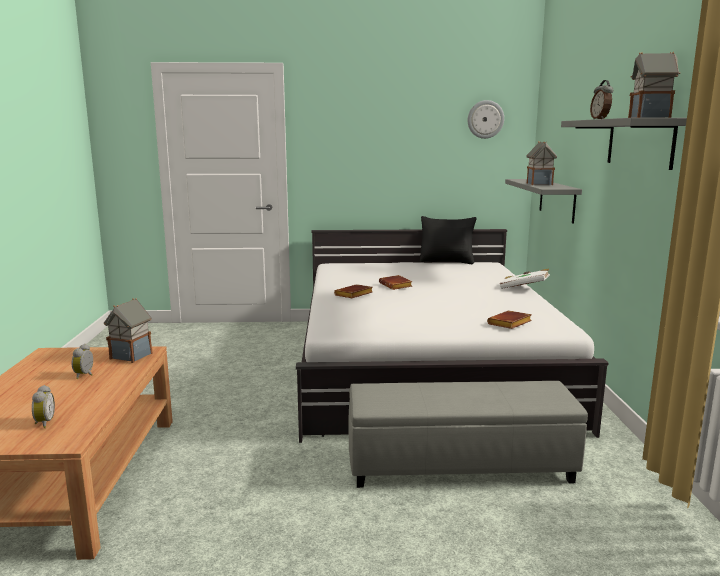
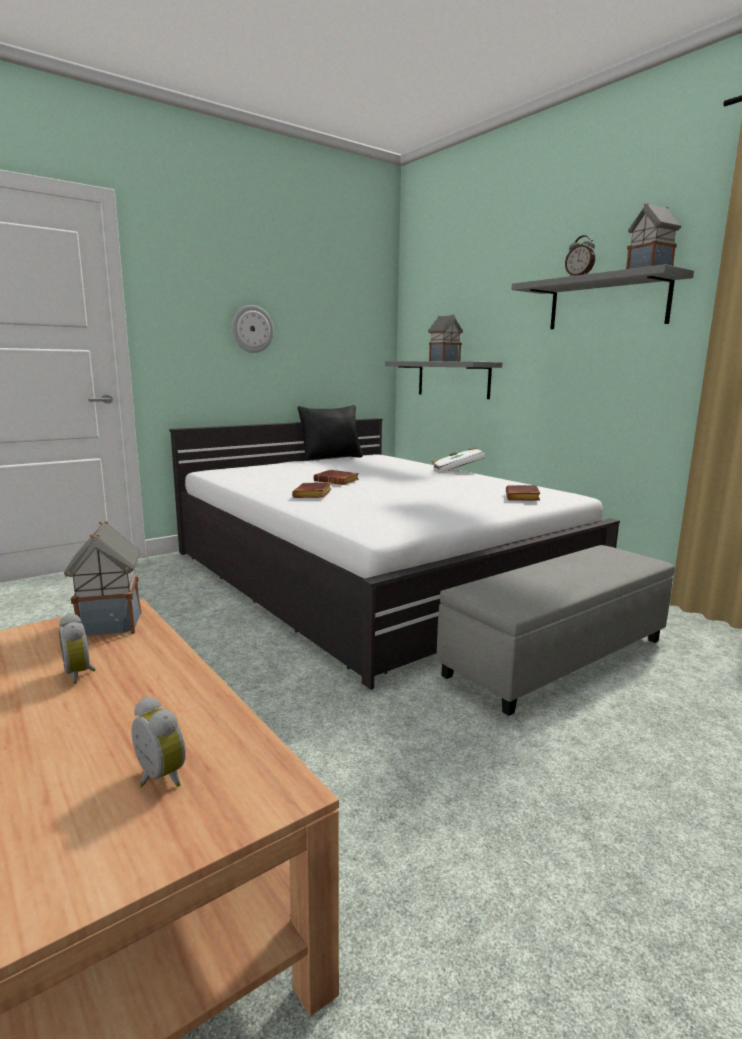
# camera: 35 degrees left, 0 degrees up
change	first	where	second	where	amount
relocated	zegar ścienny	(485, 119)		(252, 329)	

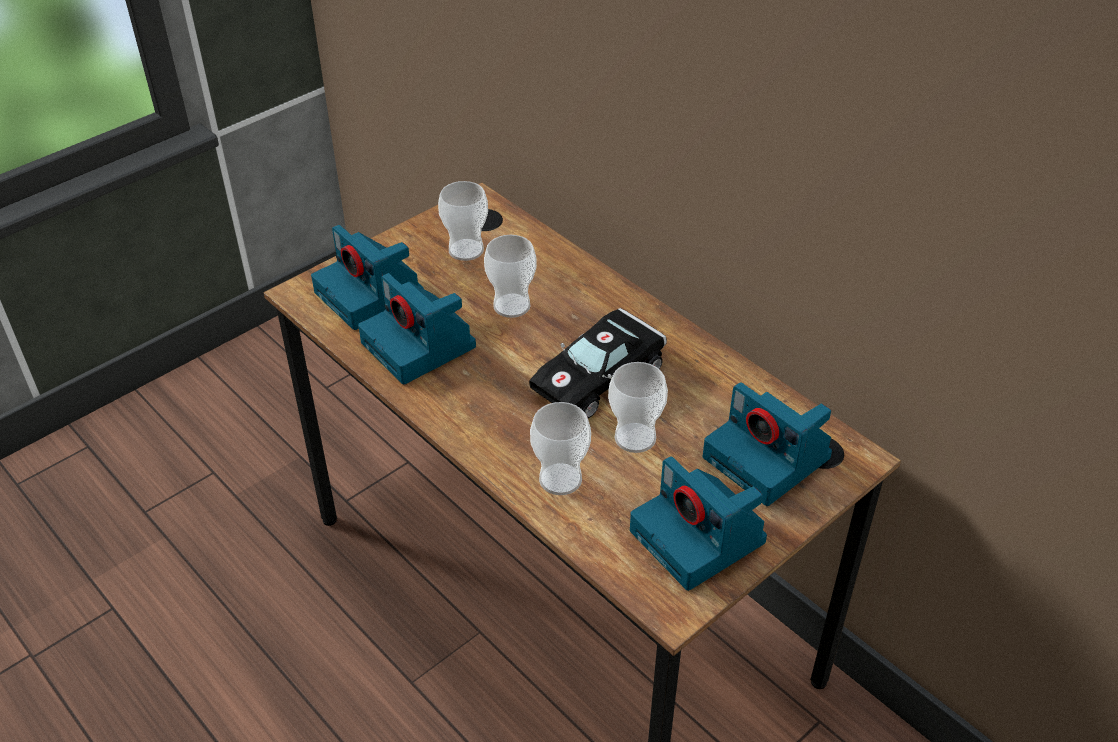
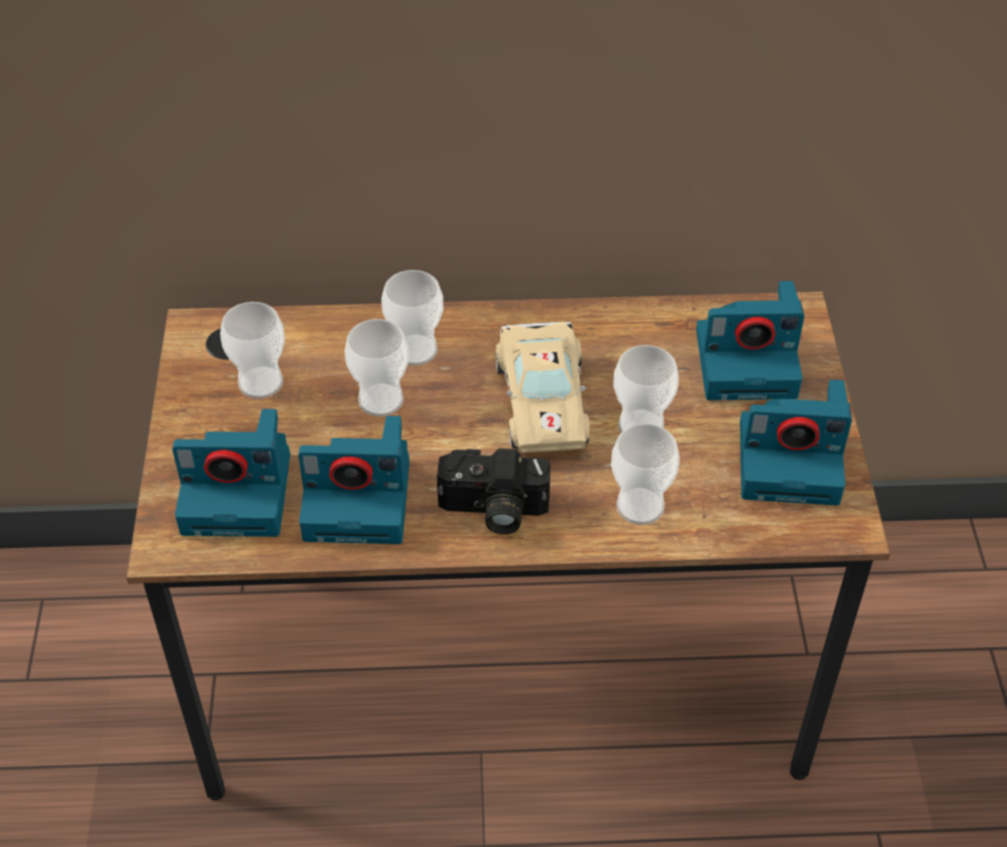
# camera: 50 degrees left, 5 degrees up
change	first	where	second	where	amount
appeared			filiżanka	(415, 350)	
appeared			aparat fotograficzny	(492, 510)	
colour	samochodzik (czarny)	(601, 375)	samochodzik (beżowy)	(542, 399)	

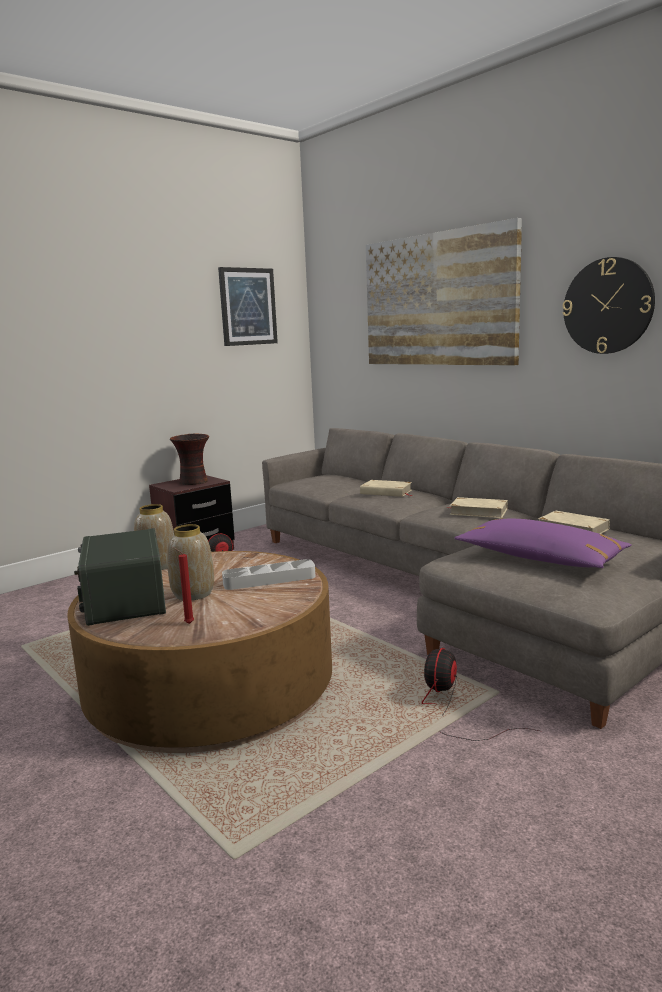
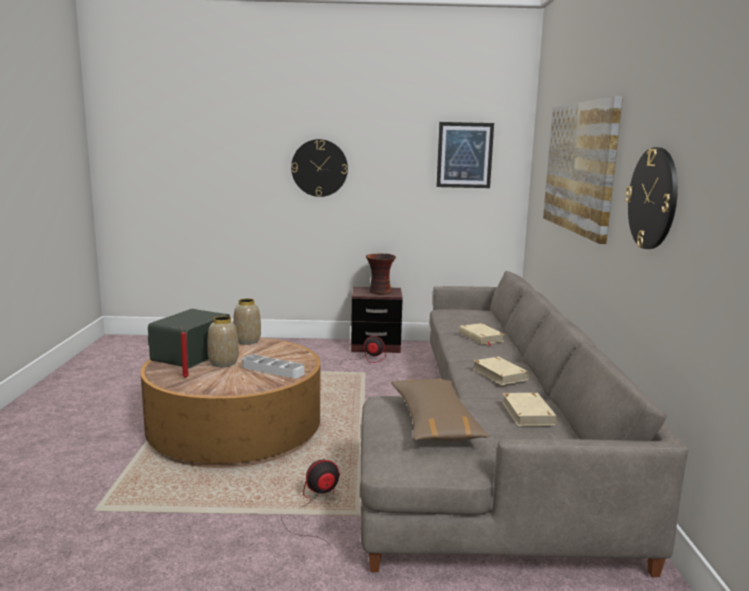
# camera: 40 degrees right, 0 degrees up
change	first	where	second	where	amount
appeared			zegar ścienny	(319, 168)	
colour	poduszka (fioletowy)	(539, 558)	poduszka (brązowy)	(434, 422)	

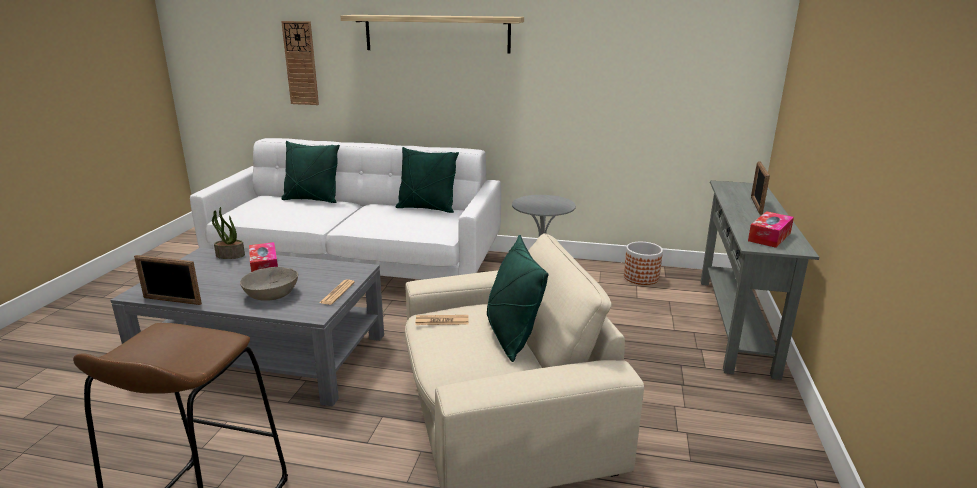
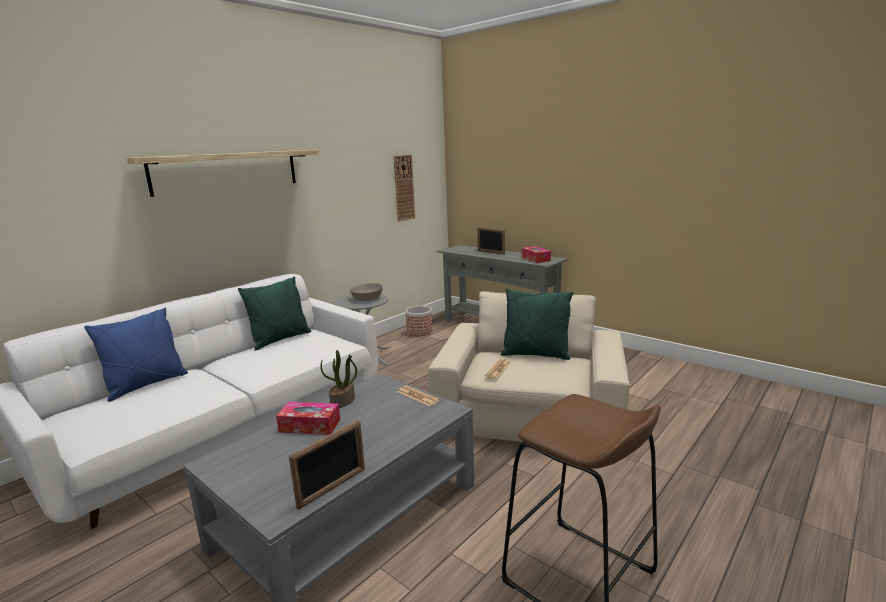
# camera: 60 degrees left, 5 degrees down
change	first	where	second	where	amount
colour	poduszka (zielony)	(312, 199)	poduszka (niebieski)	(146, 385)	
relocated	roślina doniczkowa	(230, 255)		(343, 401)	
relocated	miska (szary)	(271, 294)		(367, 298)	
relocated	zegar ścienny	(301, 63)		(404, 188)	

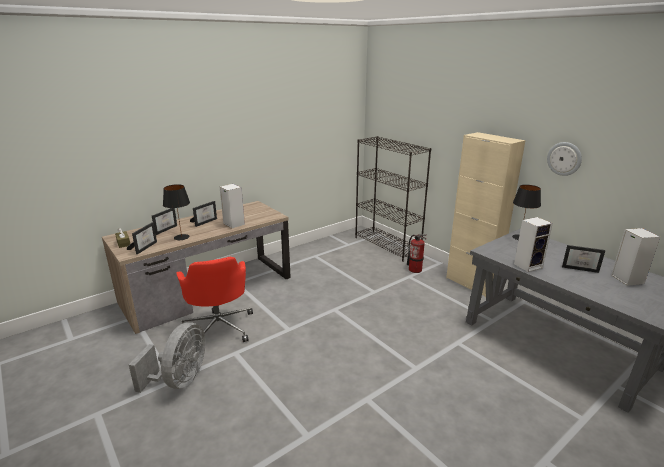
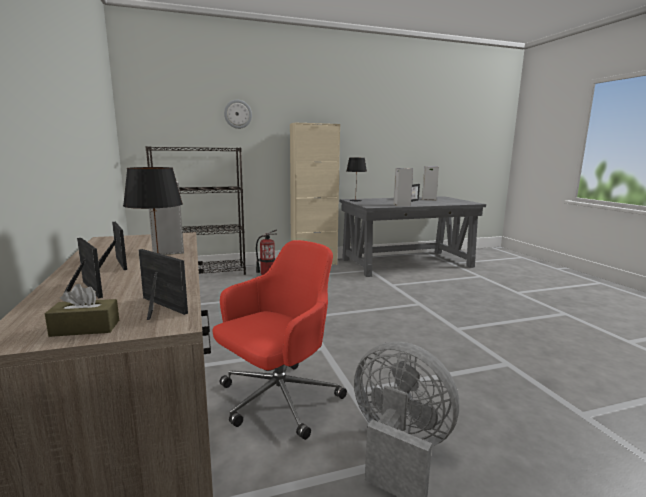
# camera: 70 degrees left, 10 degrees down
change	first	where	second	where	amount
spun	krzesło biurowe (czerwony)	(219, 327)		(277, 400)	45 degrees counterclockwise
relocated	zegar ścienny	(564, 158)		(238, 114)	

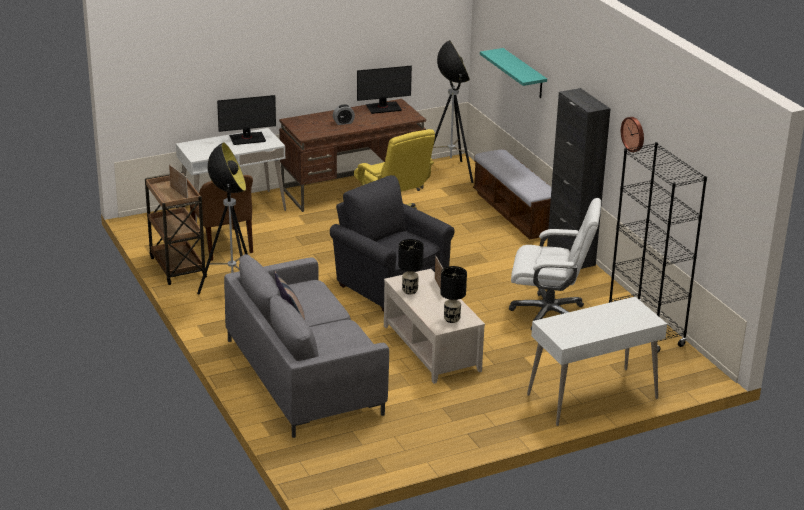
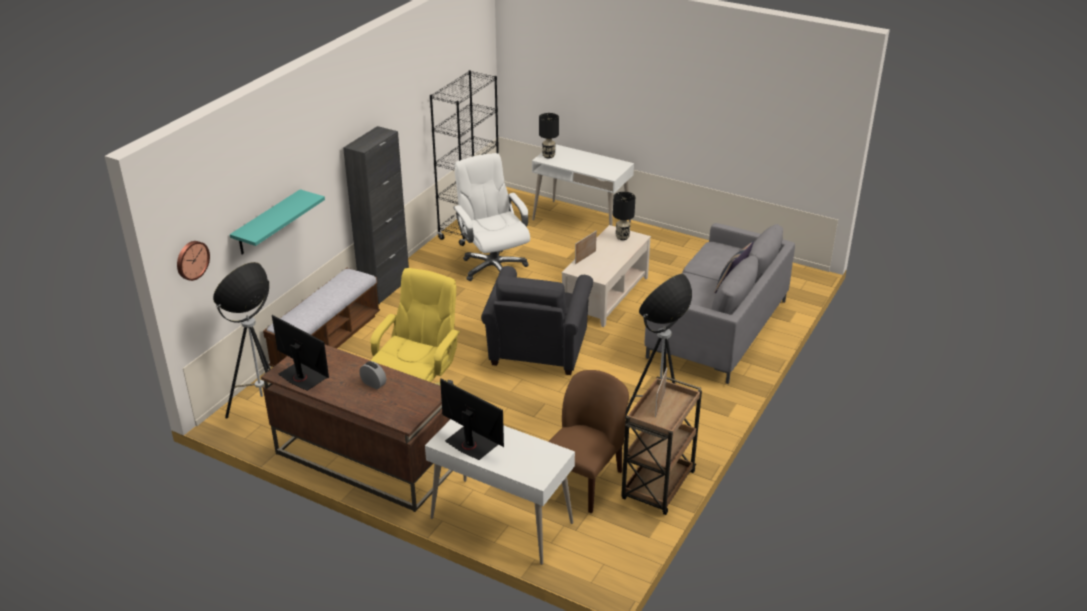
# camera: 125 degrees left, 5 degrees up
change	first	where	second	where	amount
relocated	zegar ścienny	(634, 134)		(191, 260)	
relocated	lampa stołowa (czarny)	(409, 291)		(549, 156)	

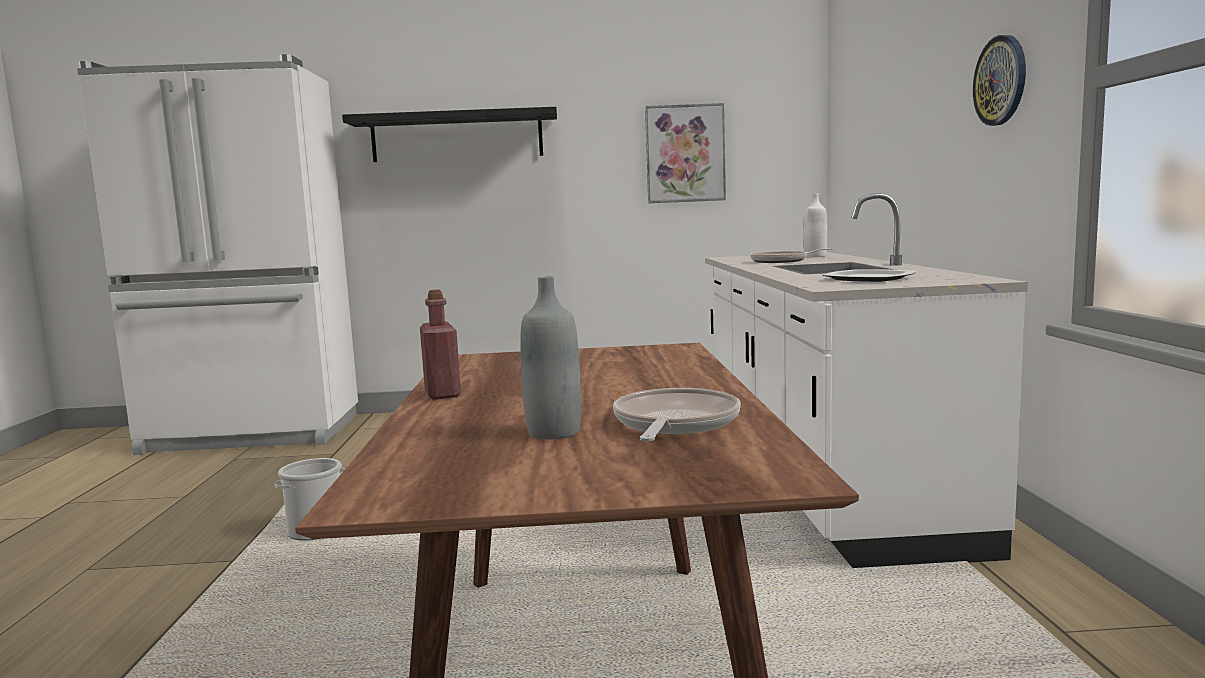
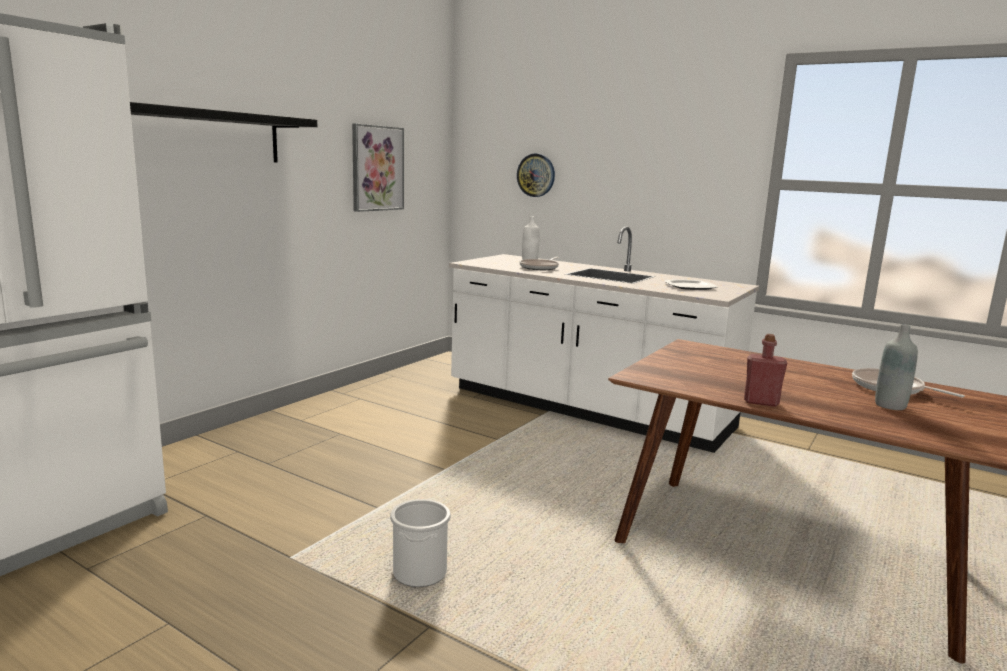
# camera: 55 degrees left, 5 degrees up
change	first	where	second	where	amount
relocated	zegar ścienny	(1001, 80)		(536, 175)	

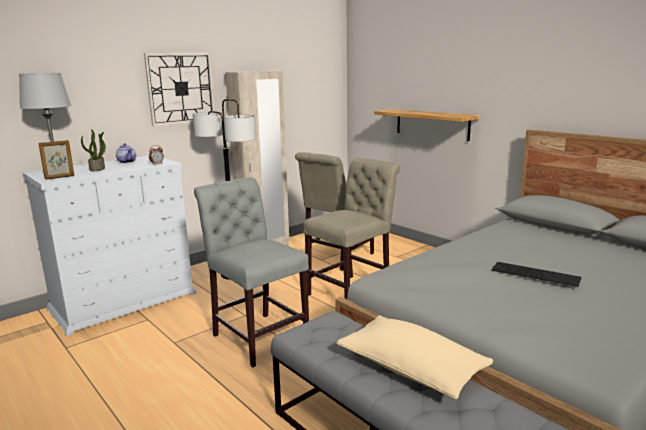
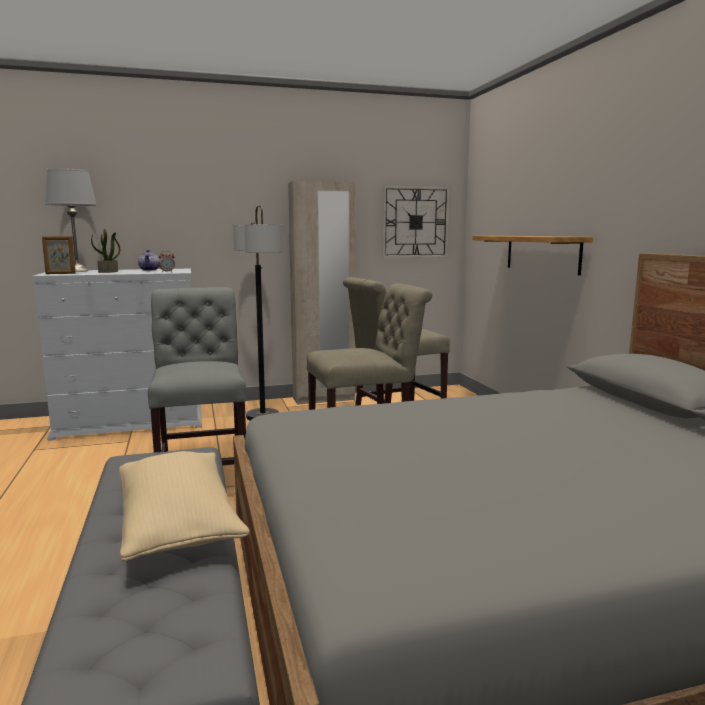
# camera: 25 degrees right, 5 degrees down
change	first	where	second	where	amount
relocated	zegar ścienny	(181, 88)		(415, 222)	
missing	klawiatura	(536, 273)			

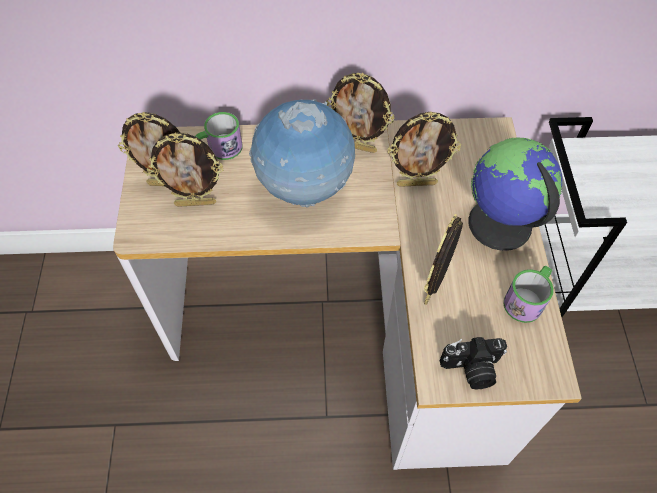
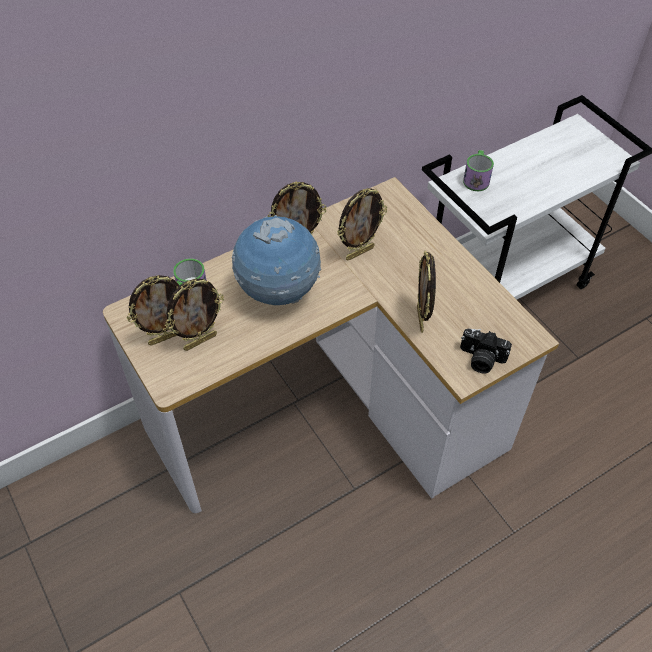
# camera: 30 degrees left, 5 degrees down
change	first	where	second	where	amount
spun	aparat fotograficzny	(472, 370)		(481, 359)	60 degrees clockwise
relocated	kubek	(527, 299)		(476, 178)	
missing	globus	(499, 224)			

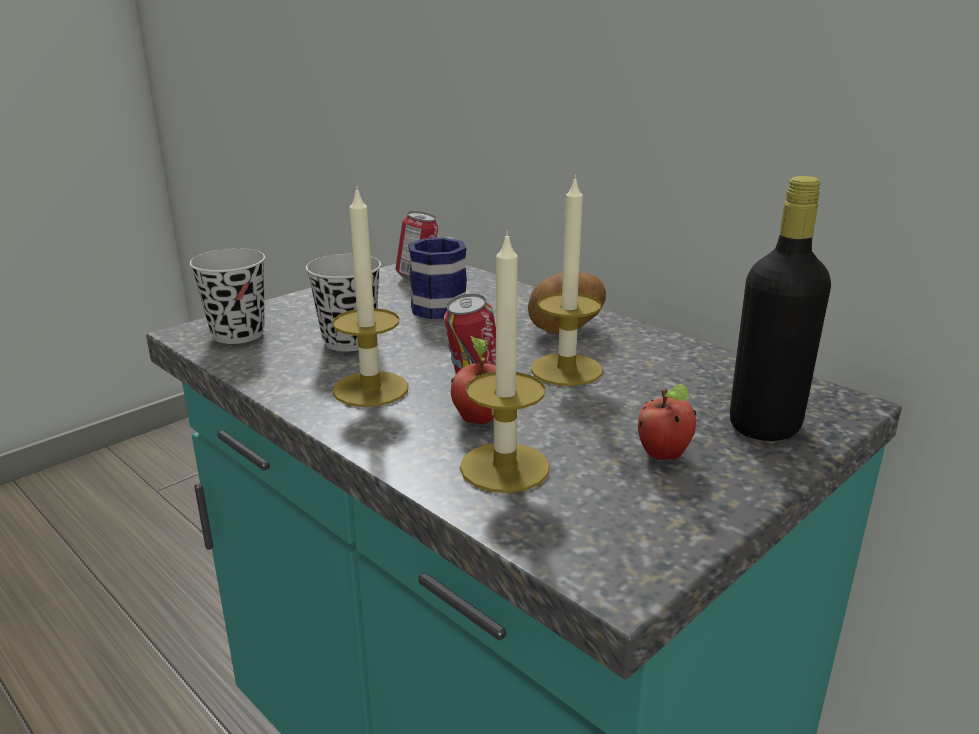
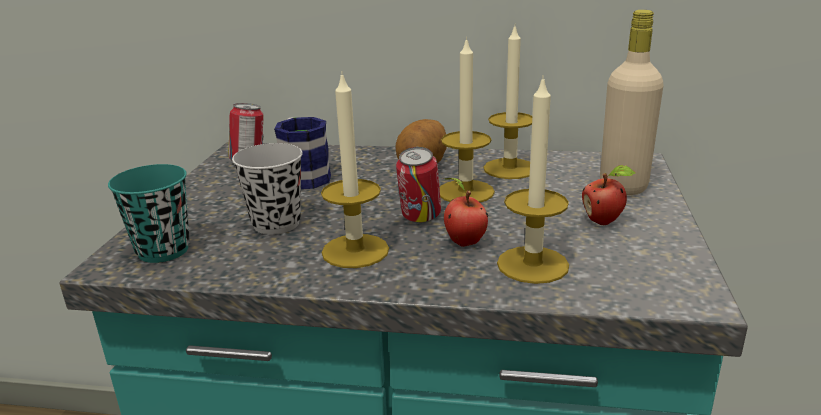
# camera: 35 degrees left, 0 degrees up
change	first	where	second	where	amount
colour	filiżanka (czarny)	(238, 334)	filiżanka (turkusowy)	(163, 250)	
appeared			świeca	(509, 168)	
colour	butelka (czarny)	(764, 426)	butelka (beżowy)	(623, 186)	

